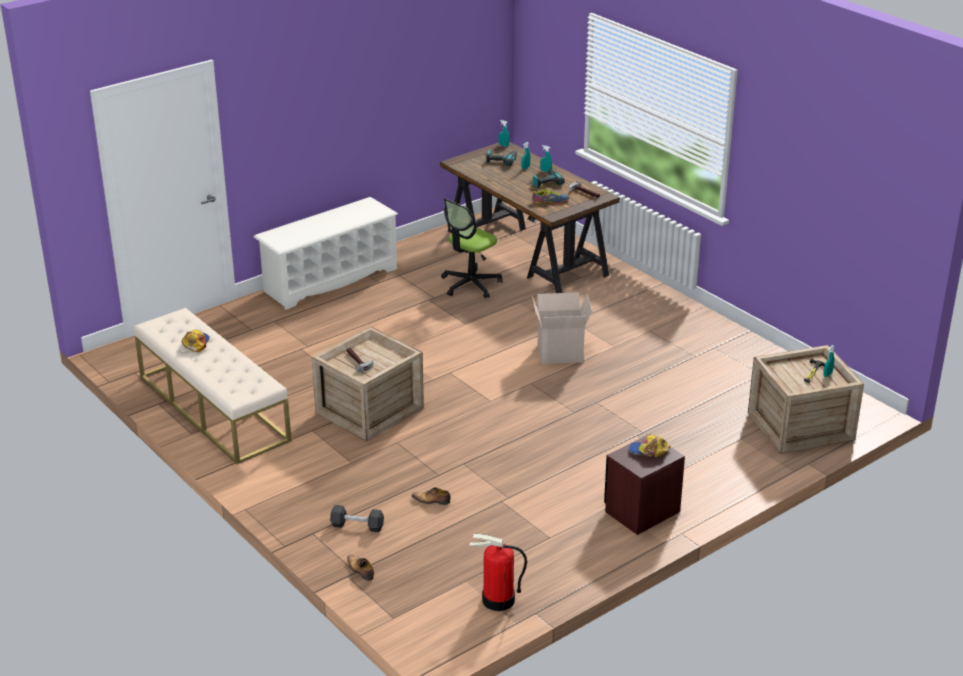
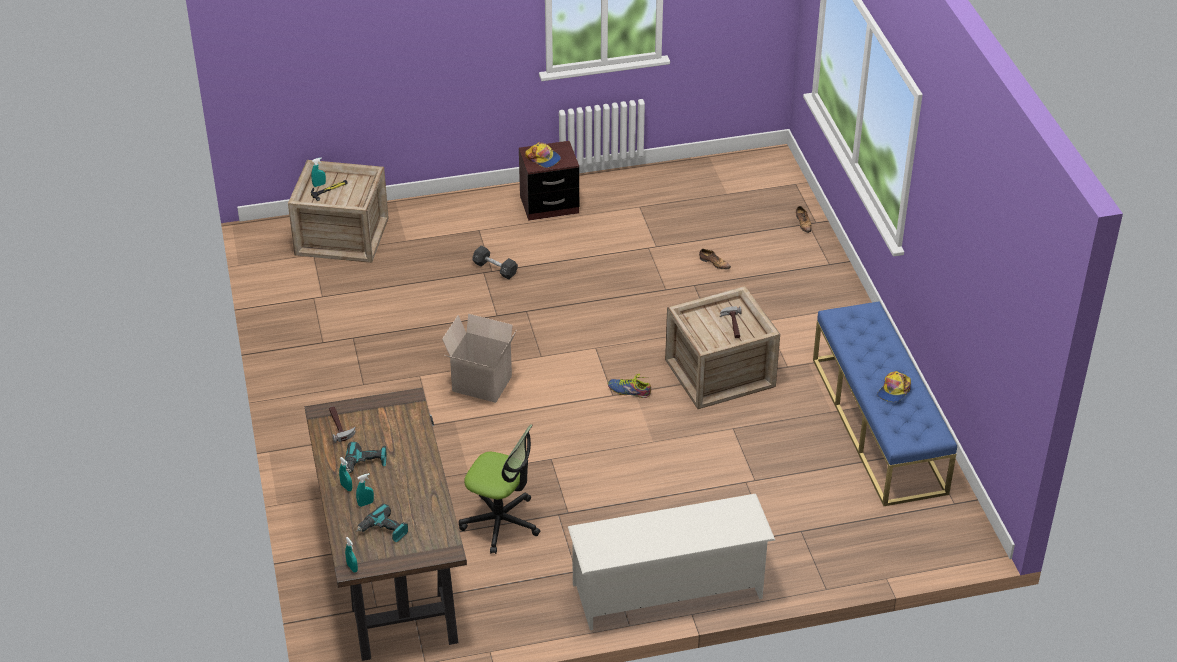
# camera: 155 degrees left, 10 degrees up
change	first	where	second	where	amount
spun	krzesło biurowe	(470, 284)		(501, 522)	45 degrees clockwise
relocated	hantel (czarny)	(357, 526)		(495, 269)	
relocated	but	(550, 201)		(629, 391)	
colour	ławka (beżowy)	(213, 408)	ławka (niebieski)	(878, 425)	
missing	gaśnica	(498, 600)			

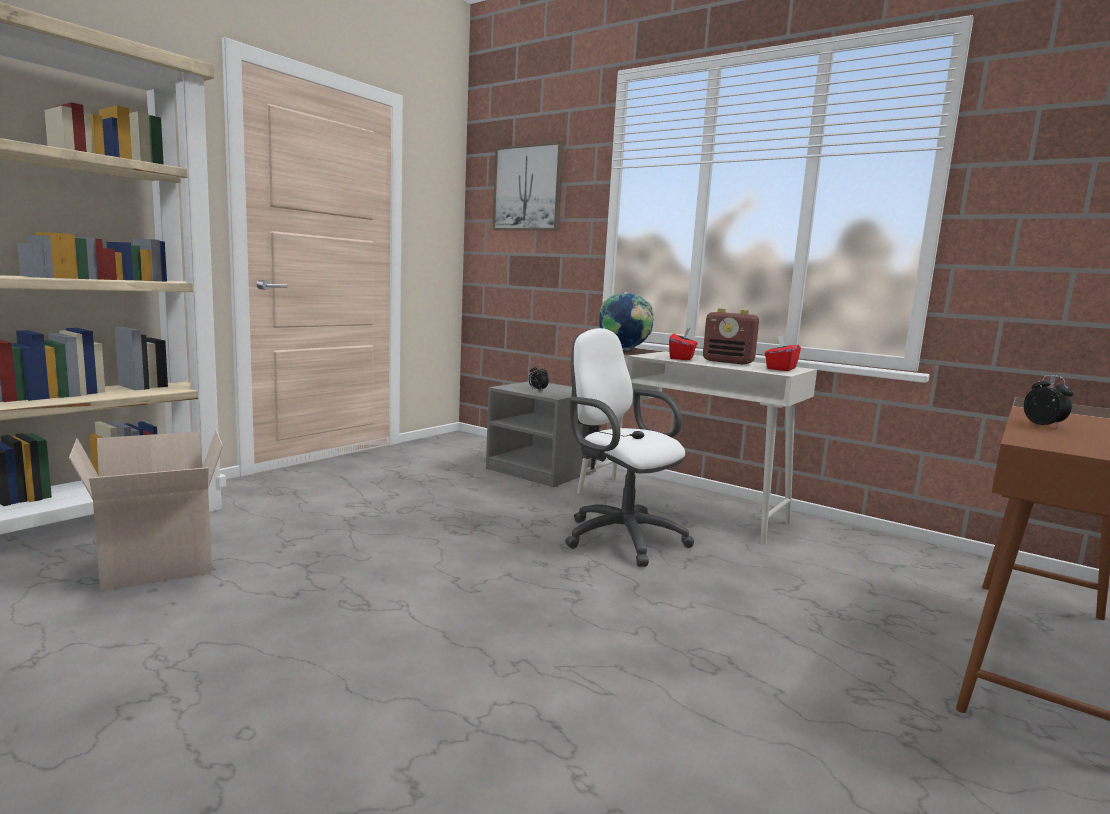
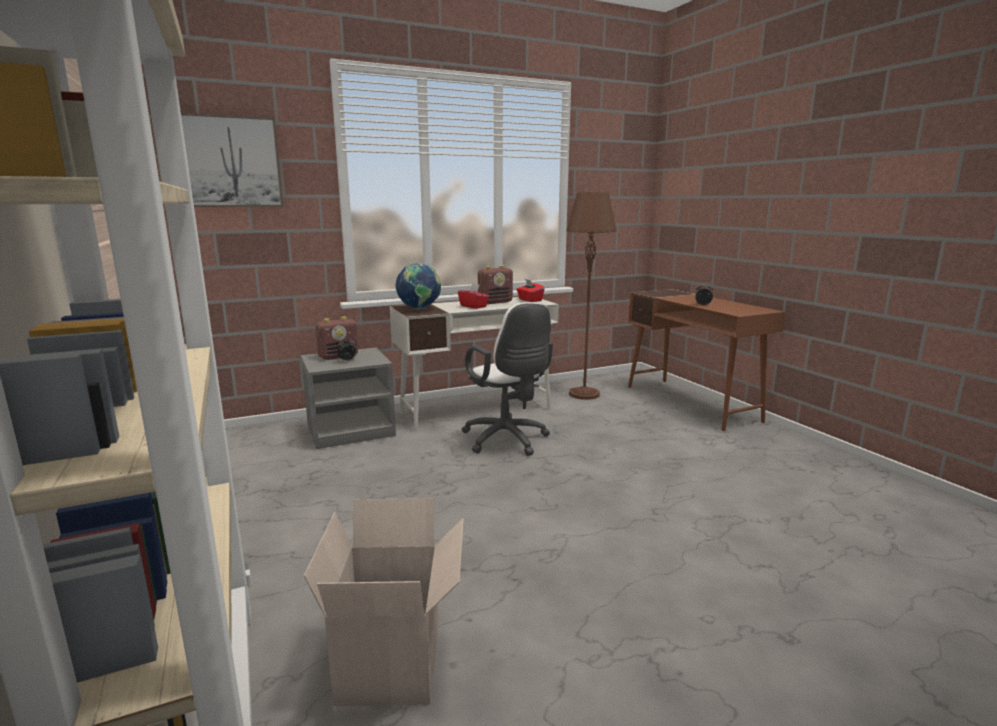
# camera: 60 degrees left, 5 degrees up
change	first	where	second	where	amount
appeared			radio	(338, 356)	
spun	krzesło biurowe (biały)	(618, 537)		(507, 441)	105 degrees counterclockwise
appeared			lampa stojąca (brązowy)	(584, 394)	

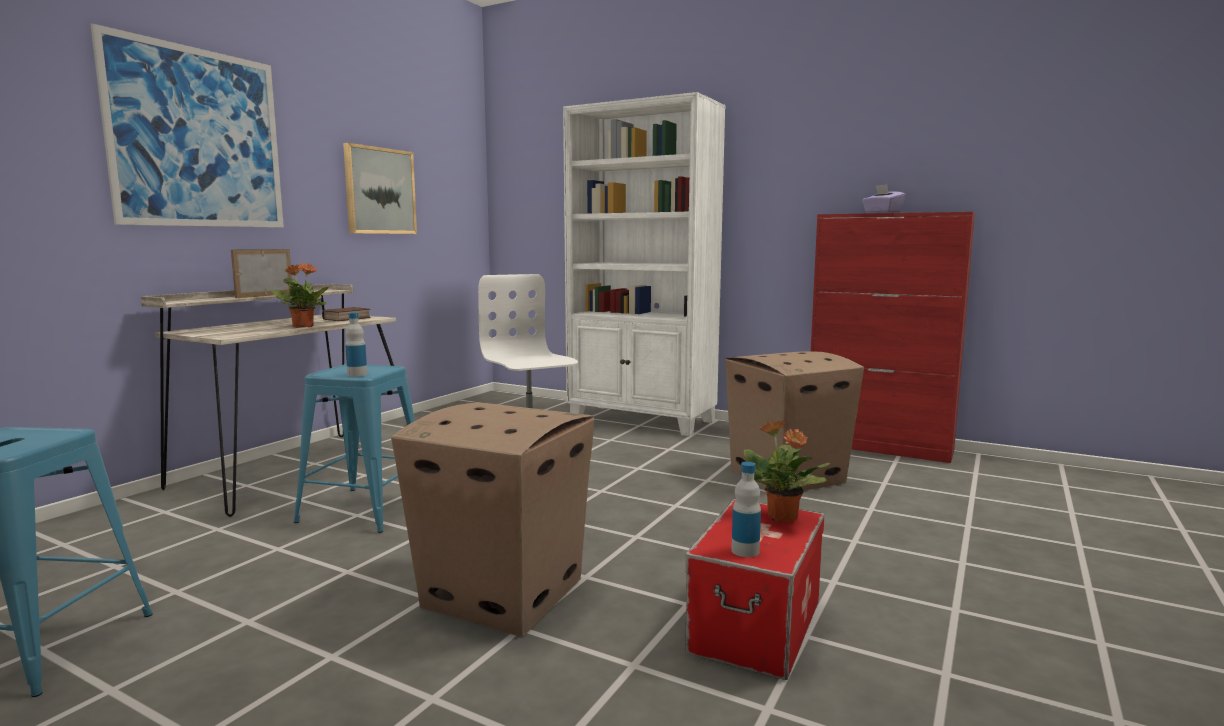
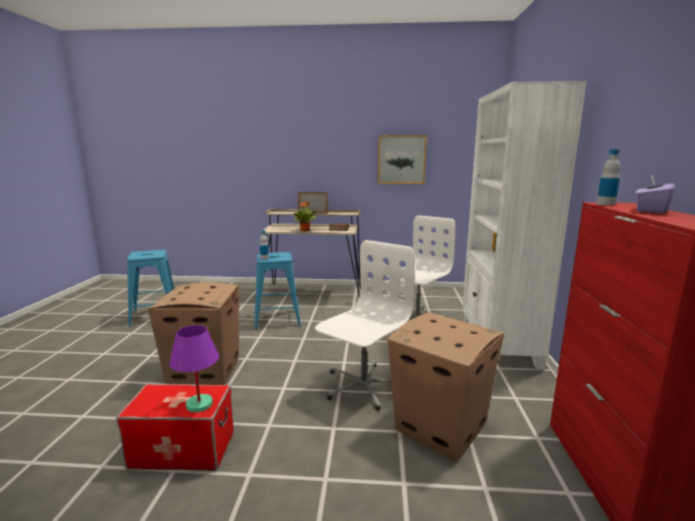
# camera: 65 degrees right, 5 degrees up
change	first	where	second	where	amount
exchanged	roślina doniczkowa	(783, 518)	lampa stołowa (fioletowy)	(199, 404)	
appeared			krzesło biurowe (biały)	(362, 386)	
relocated	butelka	(745, 551)		(605, 204)	
missing	obraz	(198, 138)			

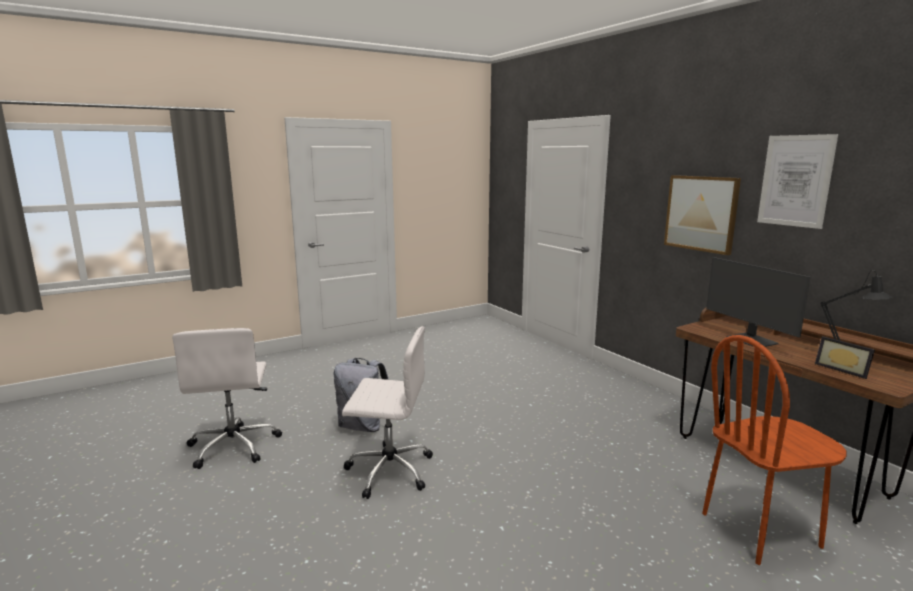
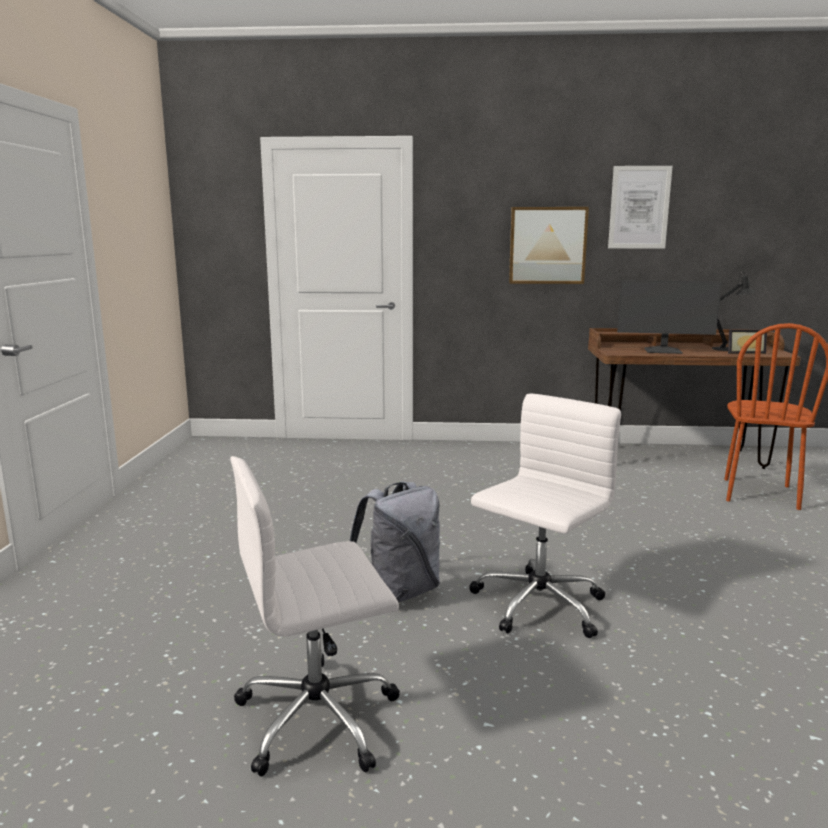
# camera: 55 degrees left, 0 degrees up
change	first	where	second	where	amount
spun	krzesło biurowe (biały)	(234, 446)		(320, 717)	135 degrees clockwise

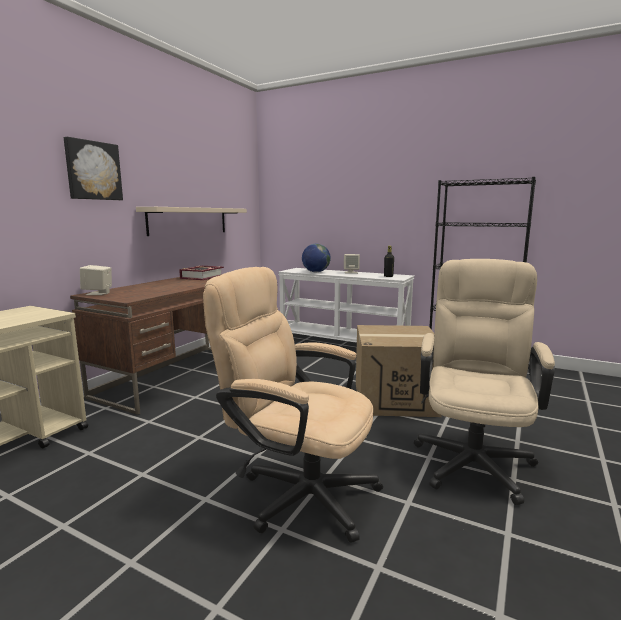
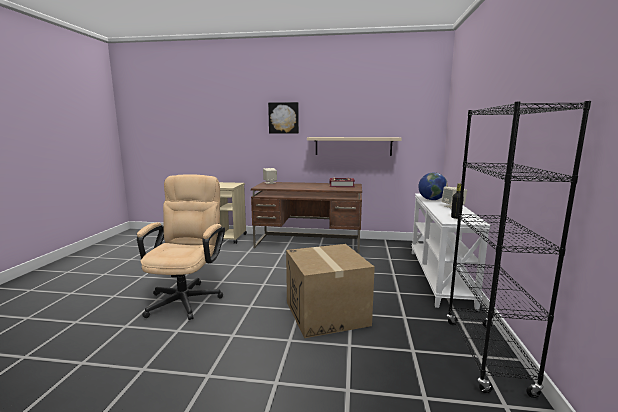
# camera: 70 degrees right, 0 degrees up
change	first	where	second	where	amount
missing	krzesło biurowe (beżowy)	(473, 457)			

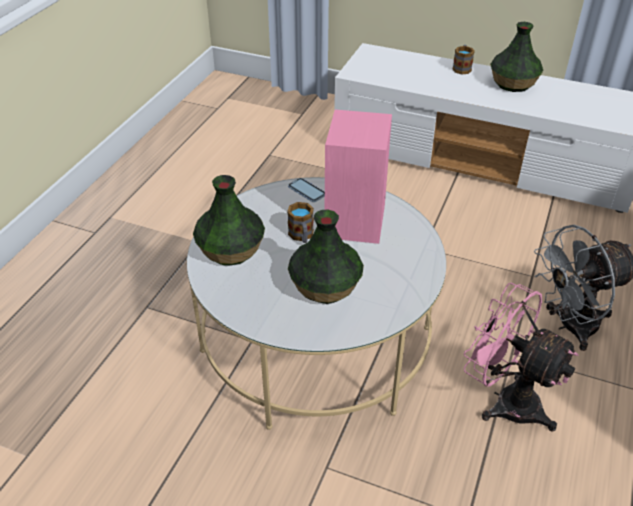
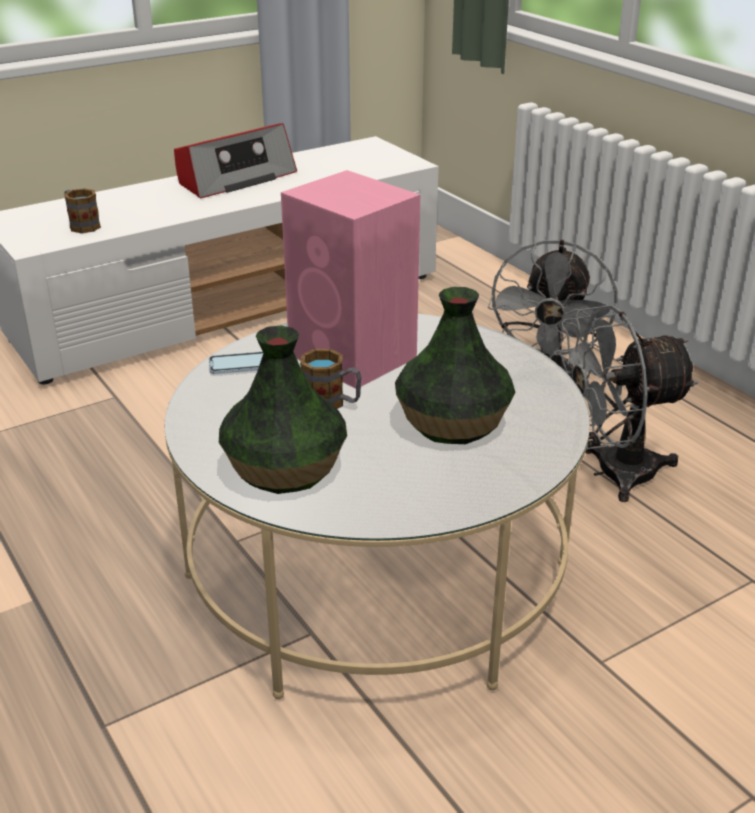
# camera: 55 degrees left, 10 degrees down
change	first	where	second	where	amount
relocated	kubek	(462, 67)		(81, 225)	
exchanged	wazon	(513, 83)	radio	(235, 178)	
colour	wentylator (różowy)	(506, 400)	wentylator (szary)	(611, 473)	

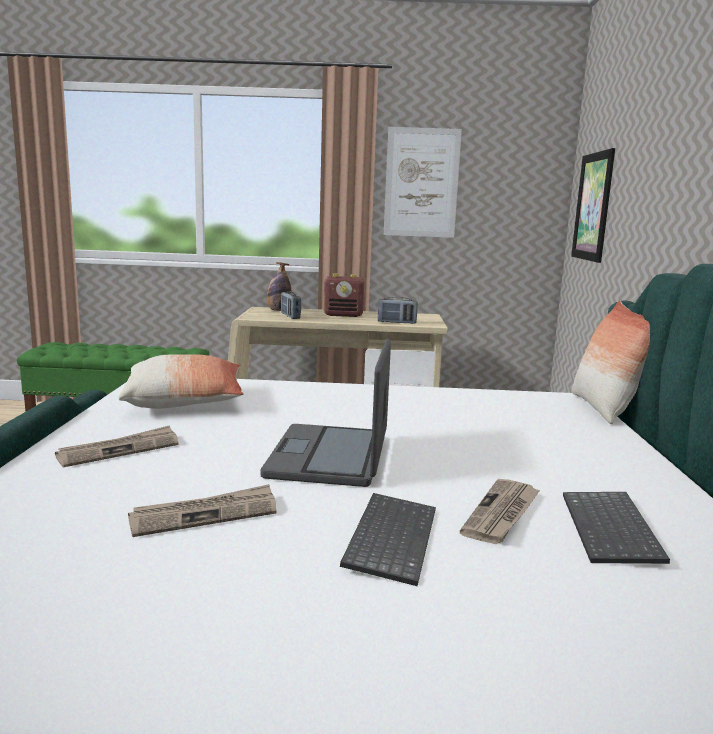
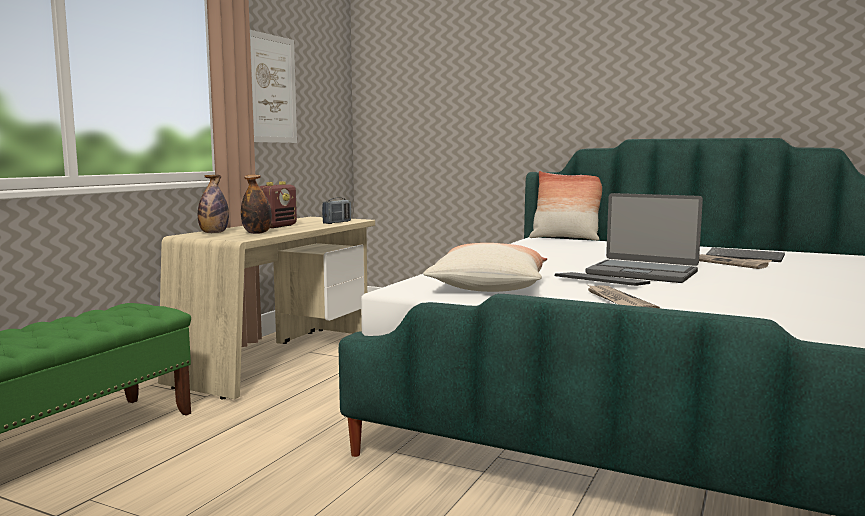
# camera: 65 degrees left, 5 degrees down
change	first	where	second	where	amount
exchanged	radio	(290, 316)	butelka	(257, 233)	
relocated	klawiatura	(389, 538)		(599, 282)	
missing	gazeta	(205, 514)			
missing	obraz	(593, 207)			

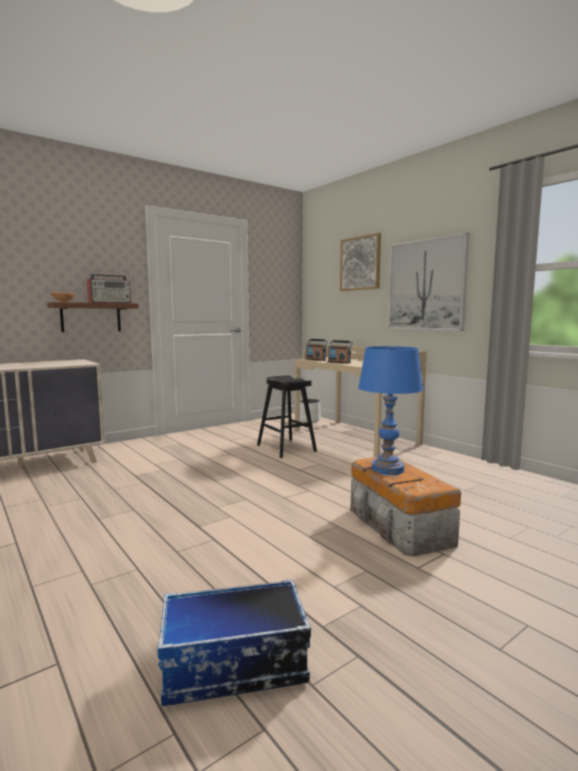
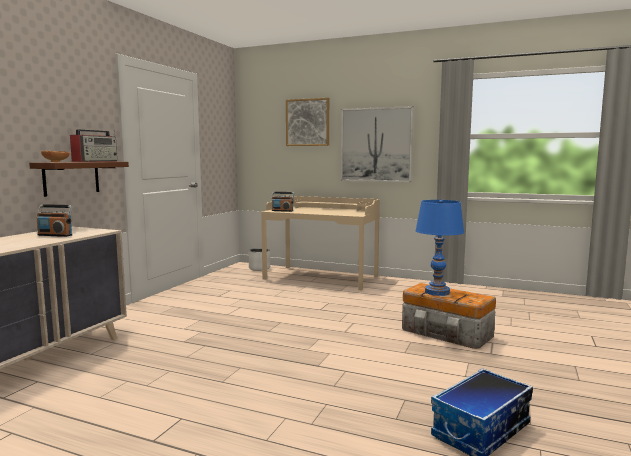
# camera: 30 degrees left, 0 degrees up
change	first	where	second	where	amount
relocated	radio	(339, 362)		(55, 235)	
missing	stołek (czarny)	(286, 448)			

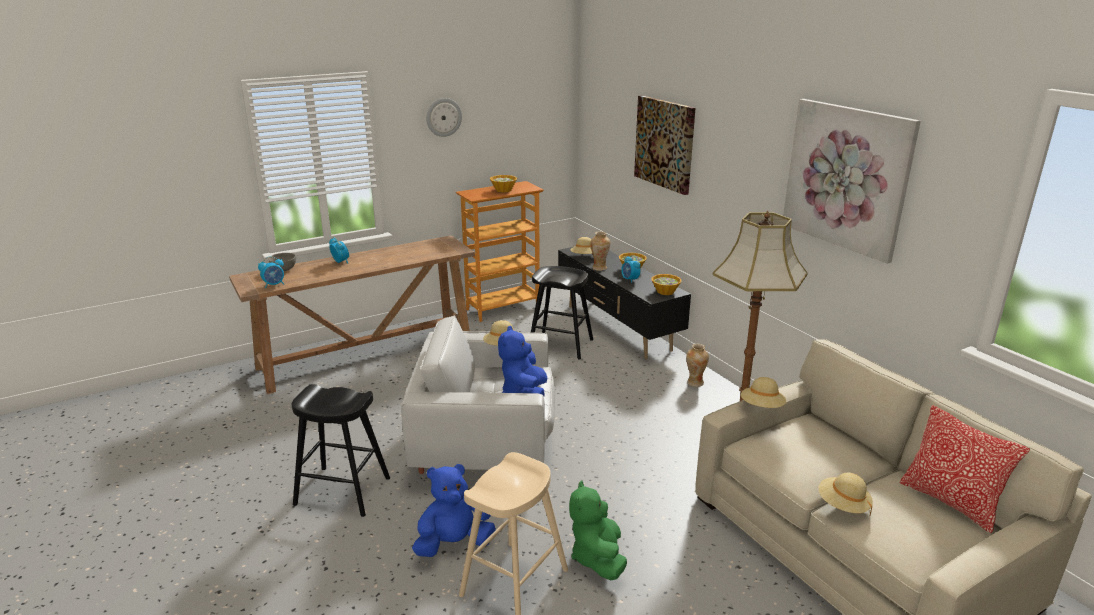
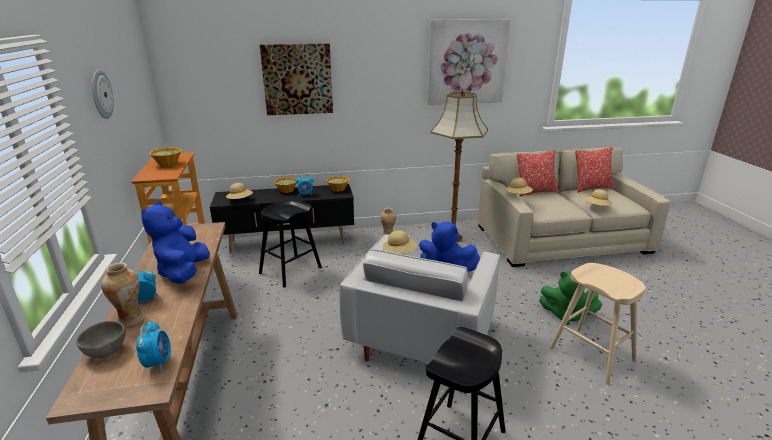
# camera: 70 degrees left, 0 degrees up
change	first	where	second	where	amount
relocated	wazon	(599, 268)		(130, 319)	
relocated	pluszak (niebieski)	(454, 544)		(183, 273)	
appeared			poduszka	(535, 192)	

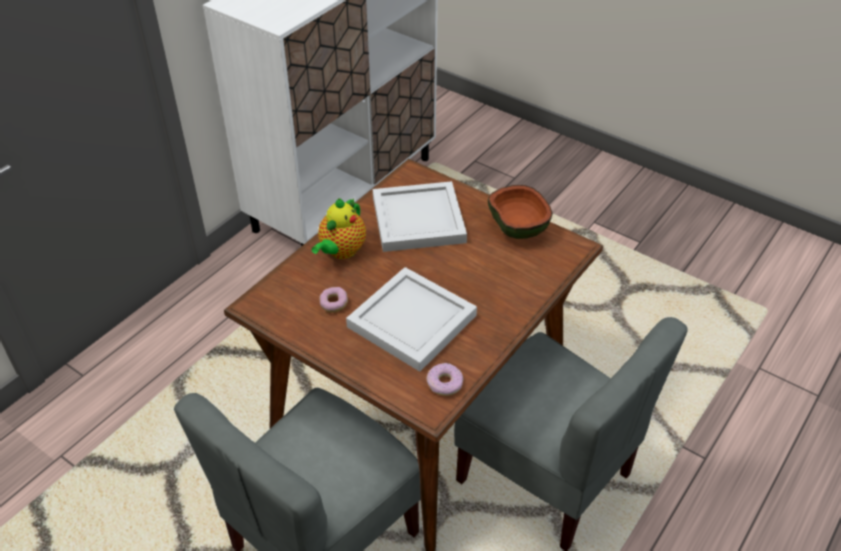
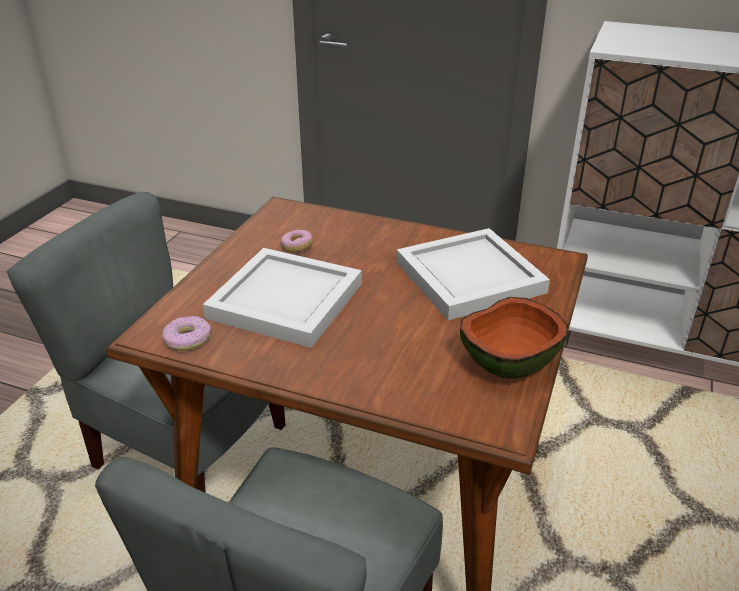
# camera: 75 degrees right, 10 degrees down
change	first	where	second	where	amount
missing	imbryk	(341, 251)			

